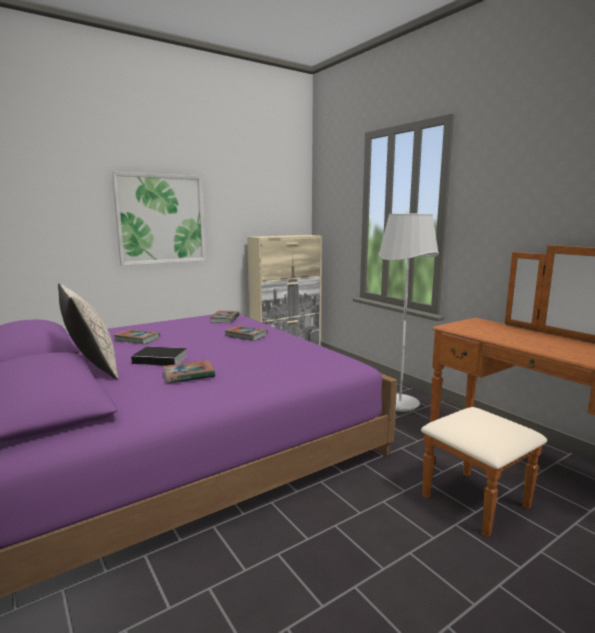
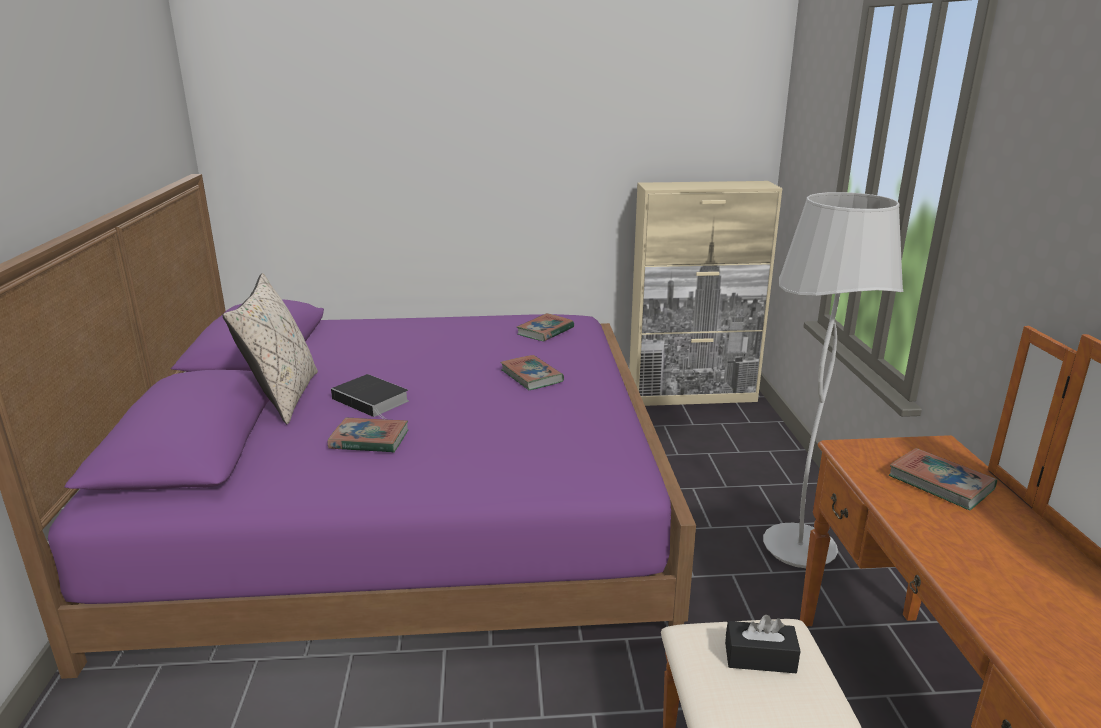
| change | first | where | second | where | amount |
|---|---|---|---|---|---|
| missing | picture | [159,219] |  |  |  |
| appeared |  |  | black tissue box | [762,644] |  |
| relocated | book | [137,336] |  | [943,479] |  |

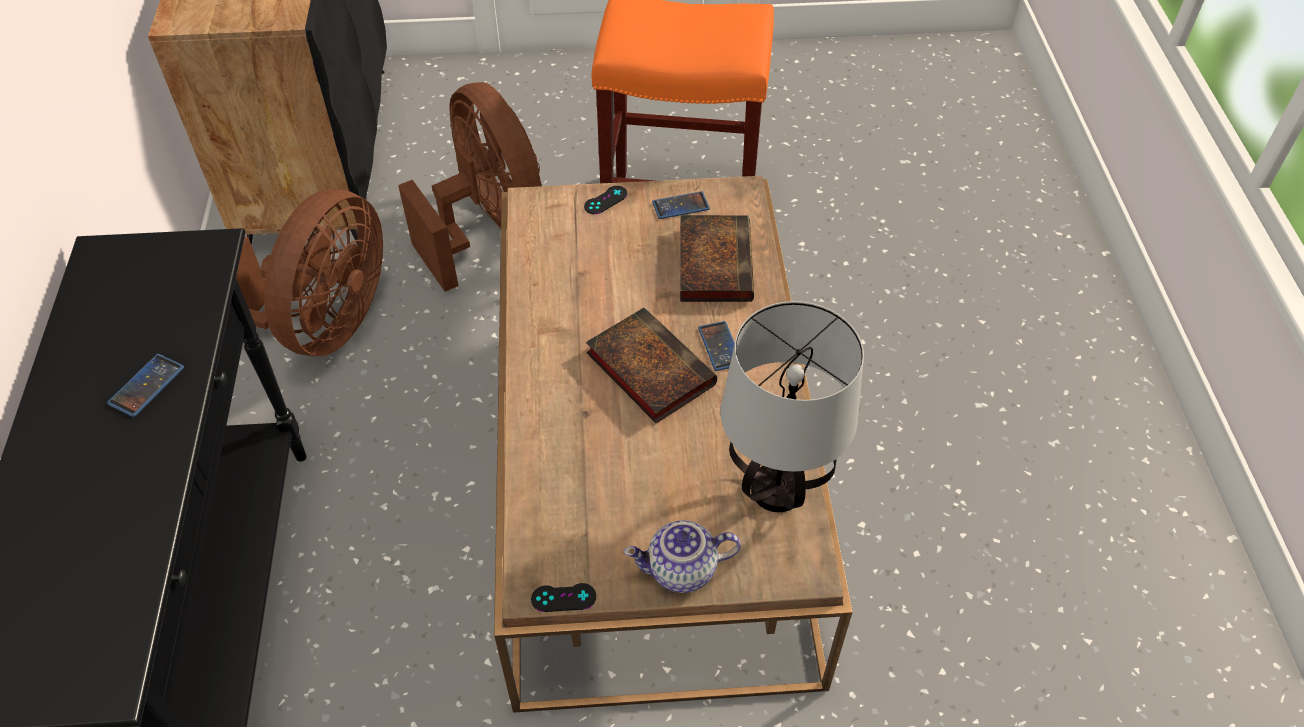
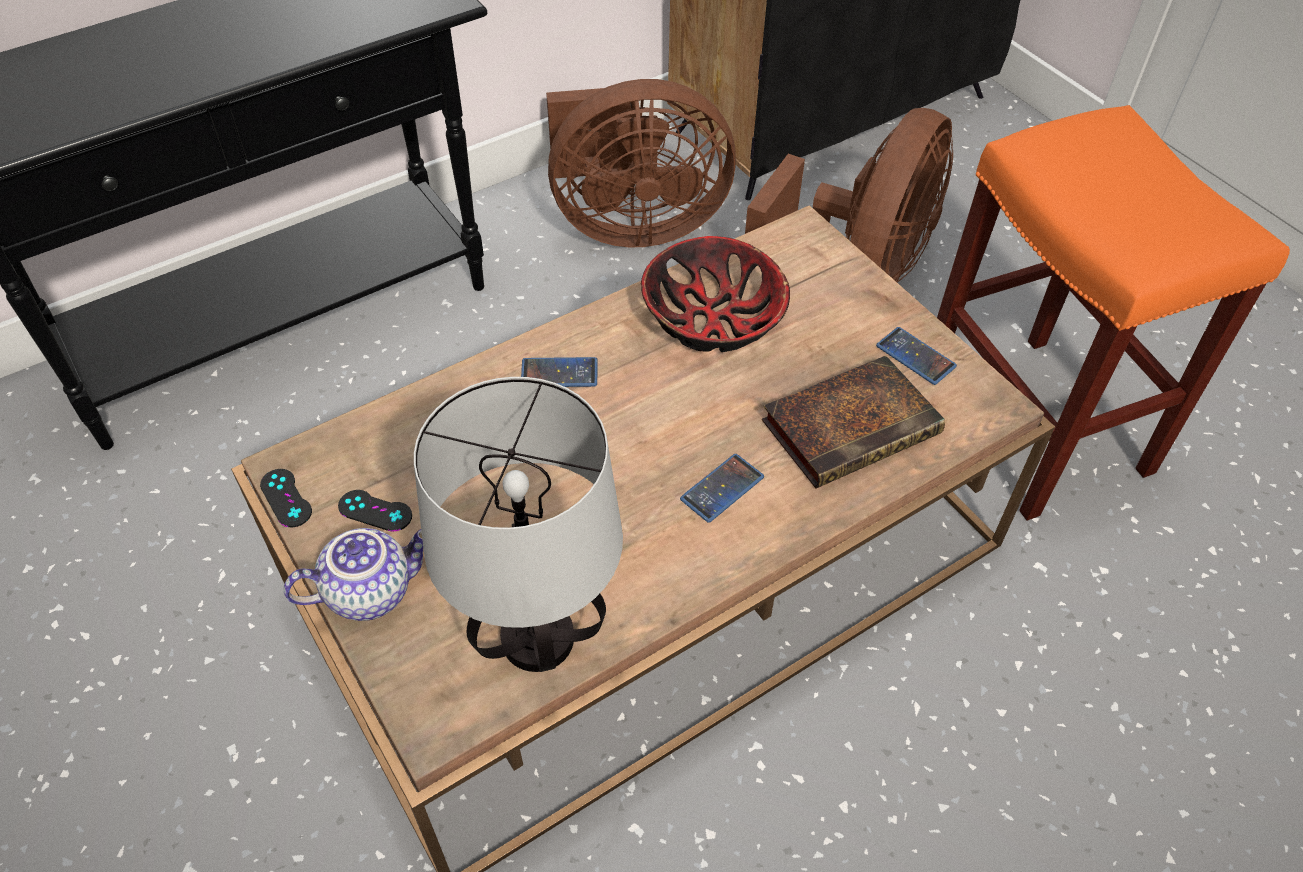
| change | first | where | second | where | amount |
|---|---|---|---|---|---|
| missing | book | [651,365] |  |  |  |
| appeared |  |  | bowl | [715,294] |  |
| relocated | phone | [145,385] |  | [559,372] |  |
| relocated | black game controller | [605,200] |  | [375,511] |  |
| spun | teapot | [682,556] |  | [353,574] | 105 degrees clockwise |

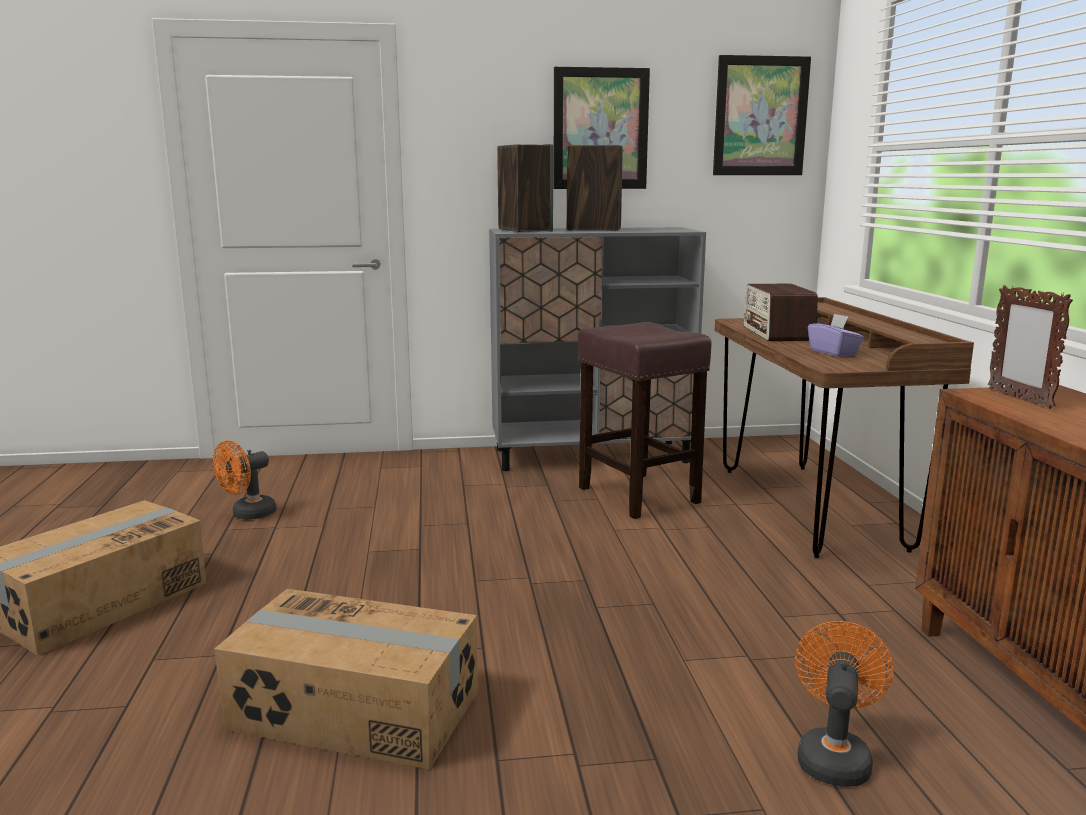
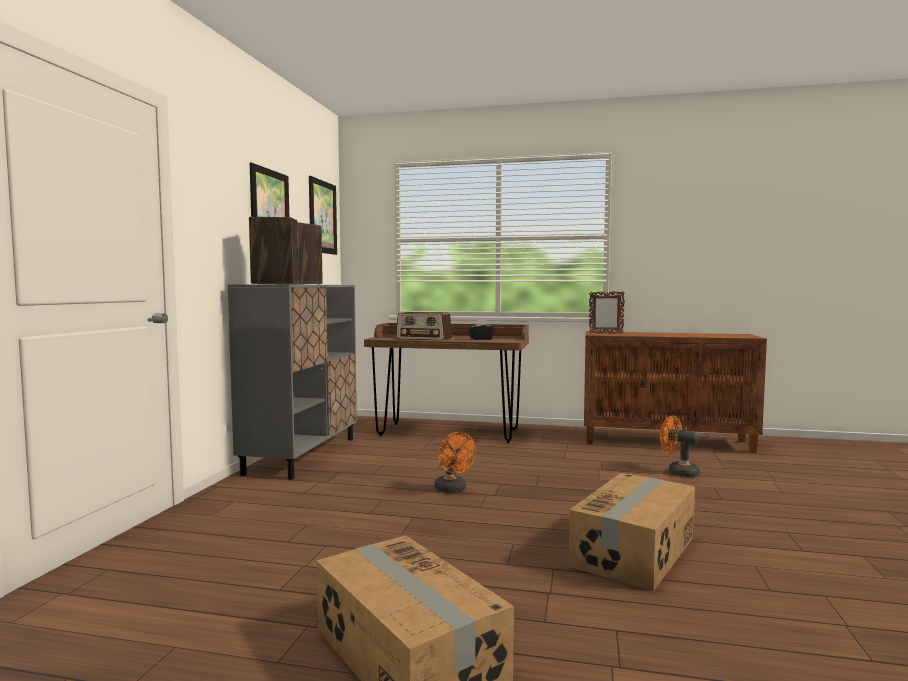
| change | first | where | second | where | amount |
|---|---|---|---|---|---|
| missing | brown stool | [645,420] |  |  |  |
| relocated | orange fan | [245,479] |  | [455,462] |  |
| colour | purple tissue box | [836,335] | black tissue box | [481,329] |  |

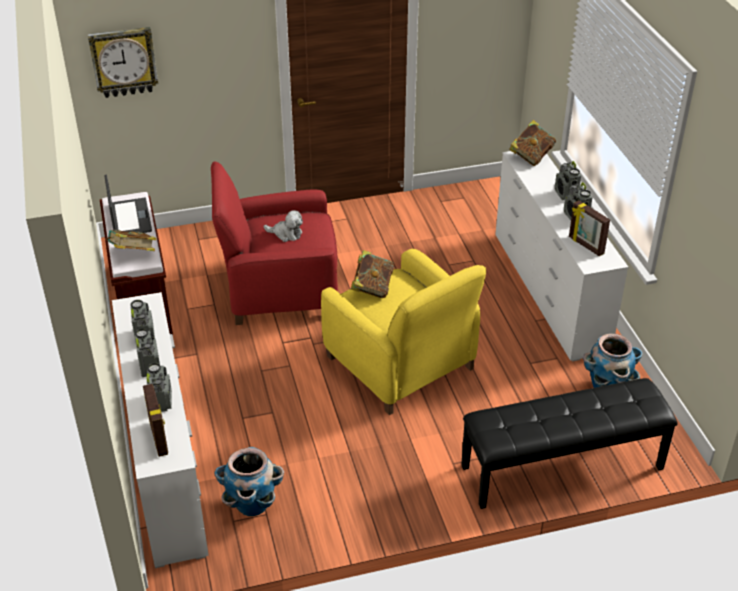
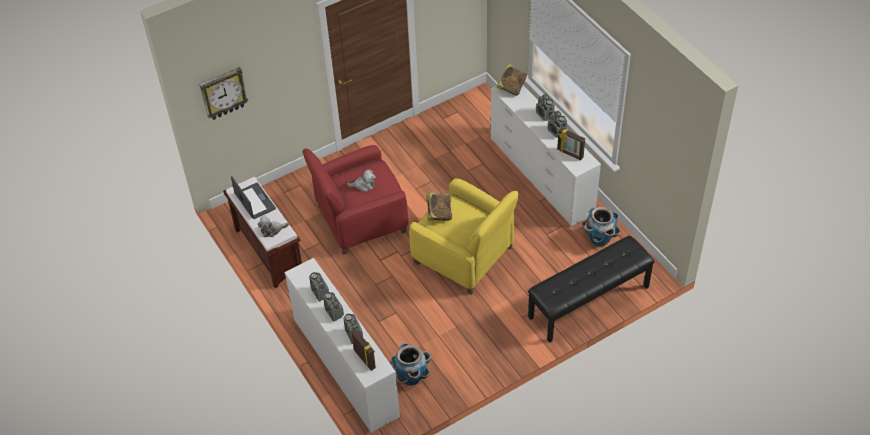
| change | first | where | second | where | amount |
|---|---|---|---|---|---|
| exchanged | book | [131,240] | plush toy | [273,226] |  |

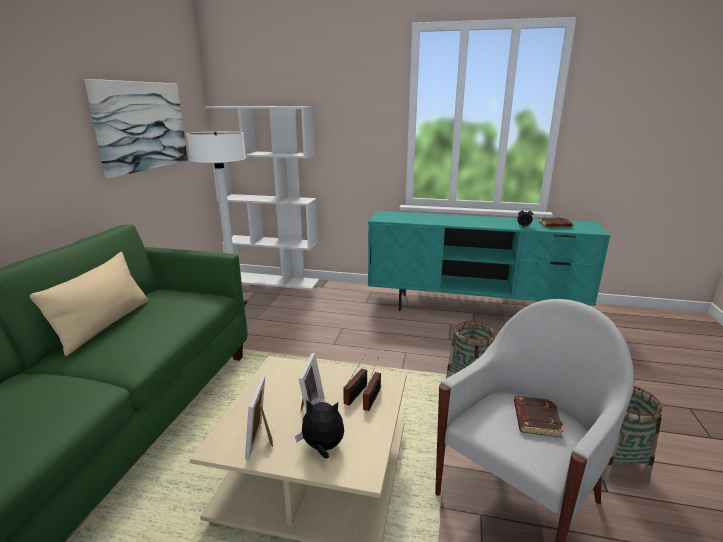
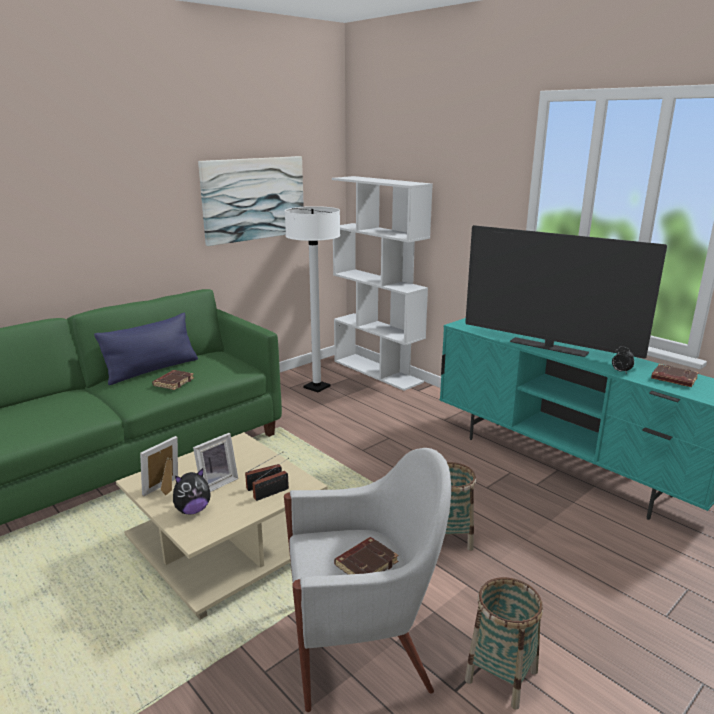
| change | first | where | second | where | amount |
|---|---|---|---|---|---|
| appeared |  |  | brown book | [173,380] |  |
| appeared |  |  | television | [566,292] |  |
| colour | beige pillow | [89,304] | blue pillow | [146,349] |  |
| spun | plush toy | [319,428] |  | [192,491] | 105 degrees clockwise |

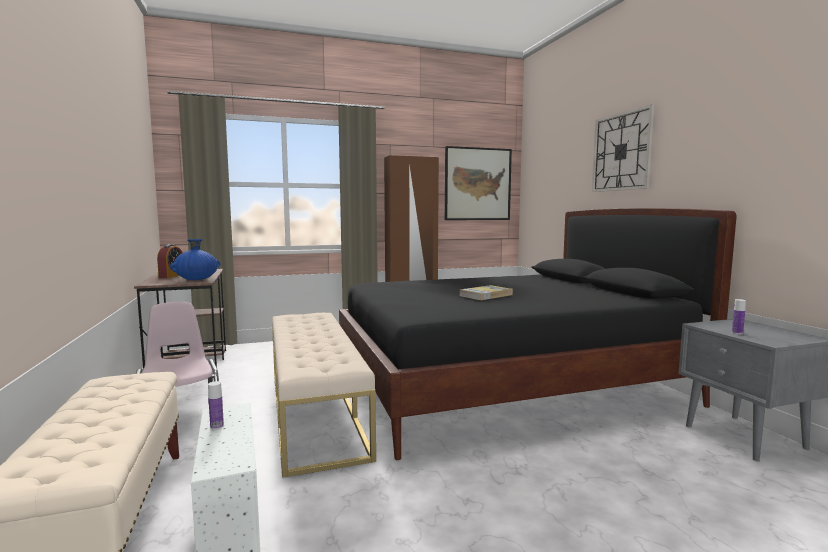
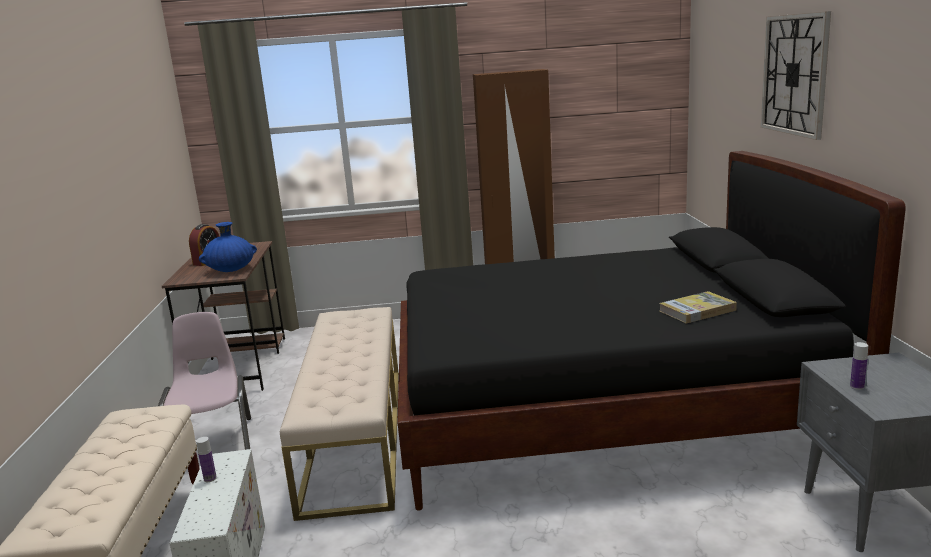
| change | first | where | second | where | amount |
|---|---|---|---|---|---|
| missing | picture | [478,183] |  |  |  |
| relocated | book | [486,292] |  | [698,307] |  |

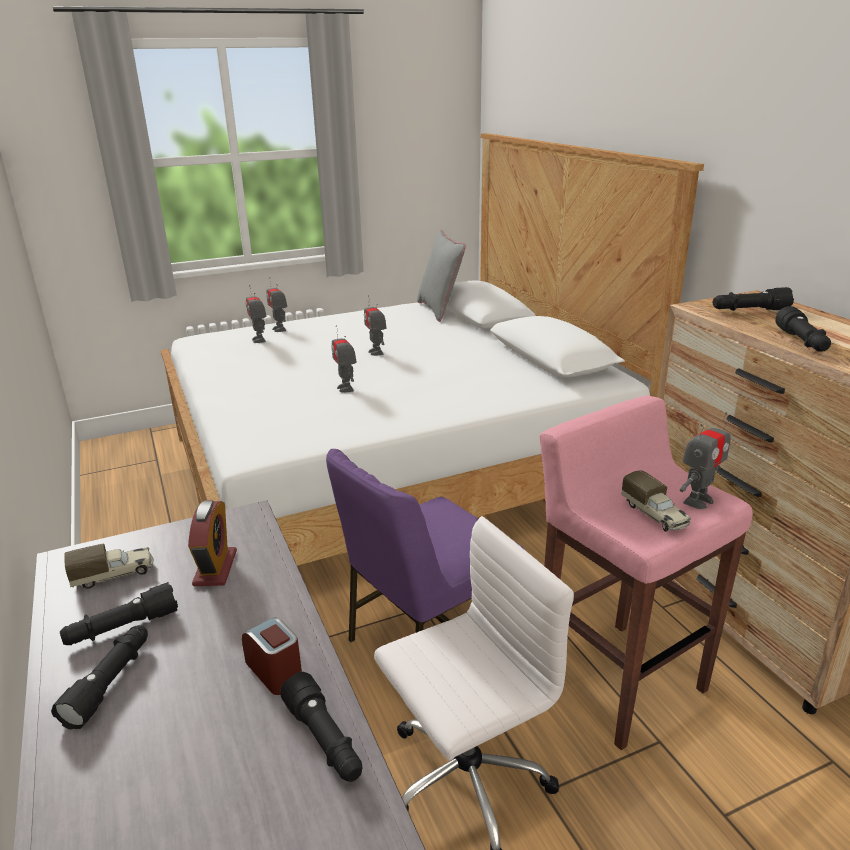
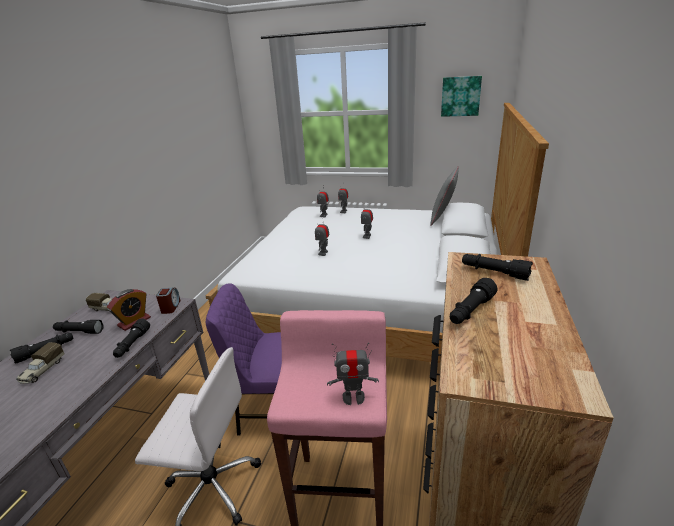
| change | first | where | second | where | amount |
|---|---|---|---|---|---|
| appeared |  |  | picture | [461,96] |  |
| relocated | alarm clock | [272,656] |  | [168,300] |  |
| relocated | black flashlight | [321,727] |  | [131,338] |  |
| relocated | toy truck | [656,500] |  | [40,363] |  |

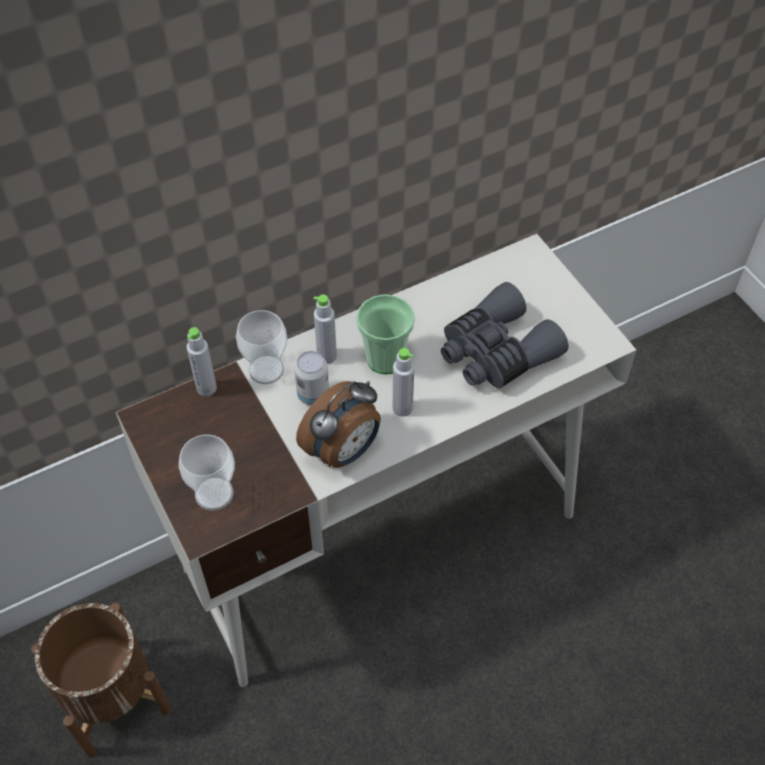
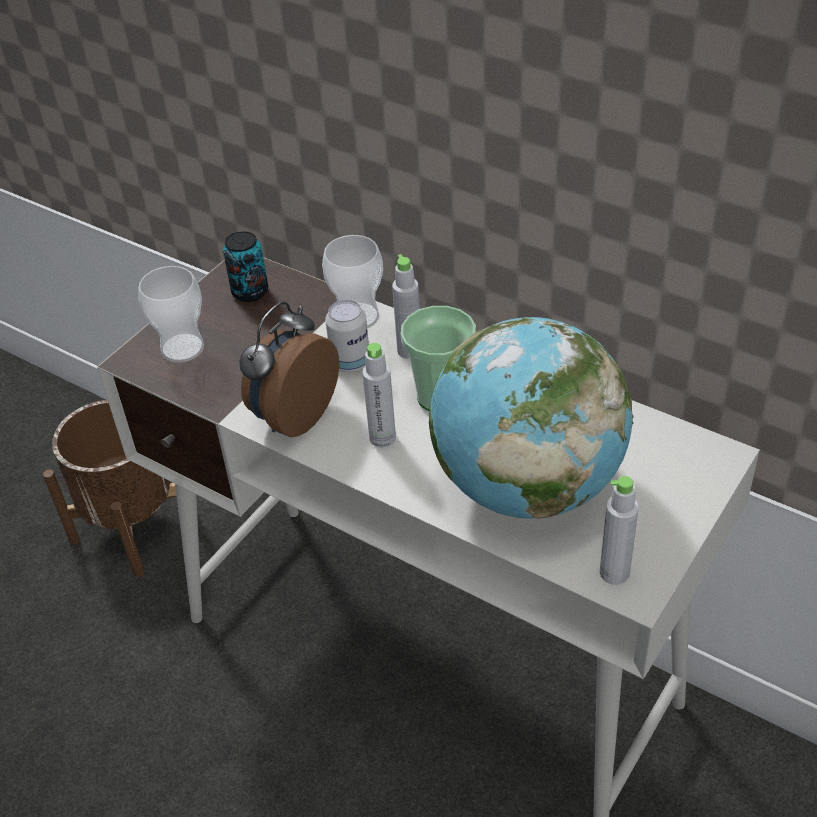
| change | first | where | second | where | amount |
|---|---|---|---|---|---|
| appeared |  |  | can | [245,266] |  |
| relocated | grey bottle | [202,361] |  | [619,530] |  |
| exchanged | grey binoculars | [505,335] | globe | [531,418] |  |
| spun | alarm clock | [338,424] |  | [289,369] | 105 degrees clockwise |

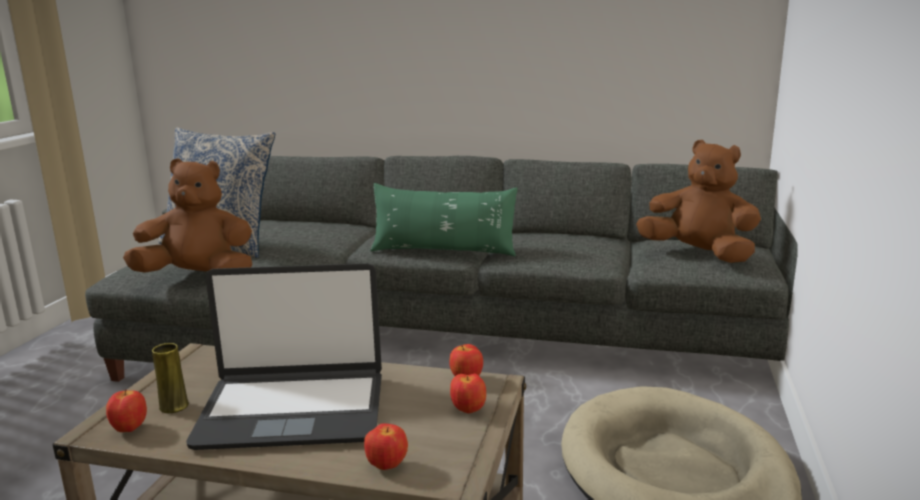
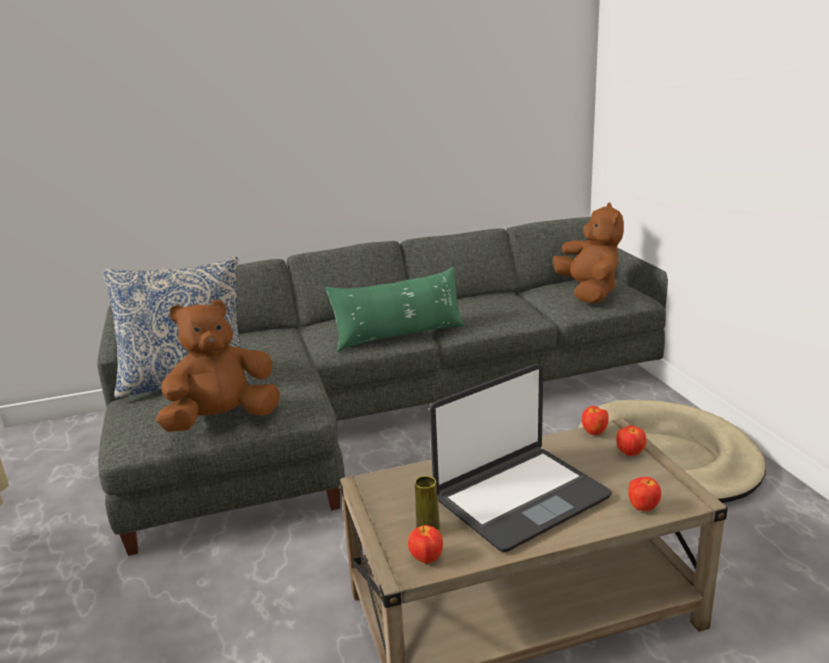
| change | first | where | second | where | amount |
|---|---|---|---|---|---|
| spun | brown plush toy | [698,201] |  | [588,253] | 75 degrees clockwise |

